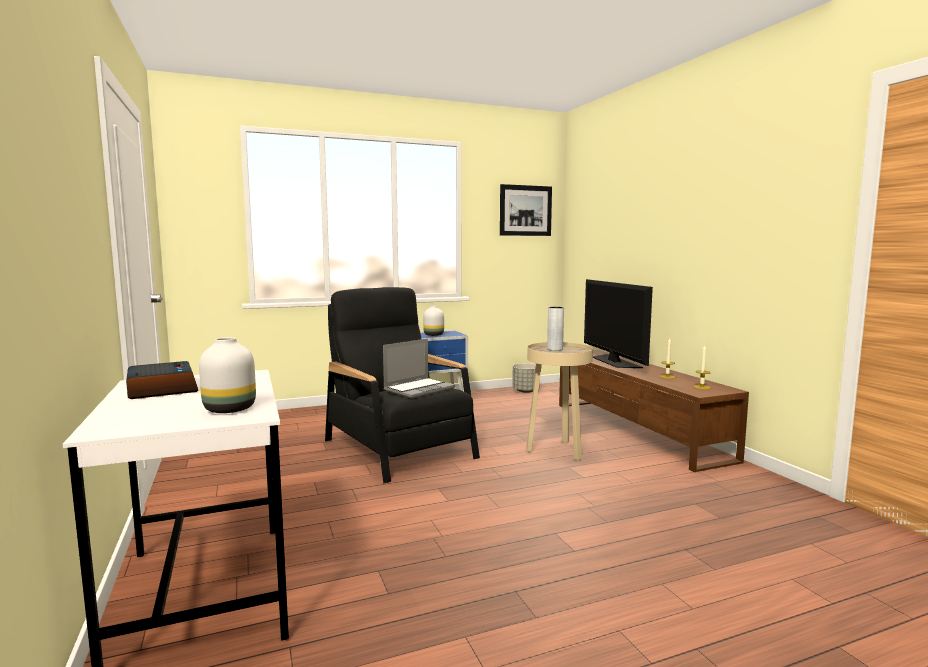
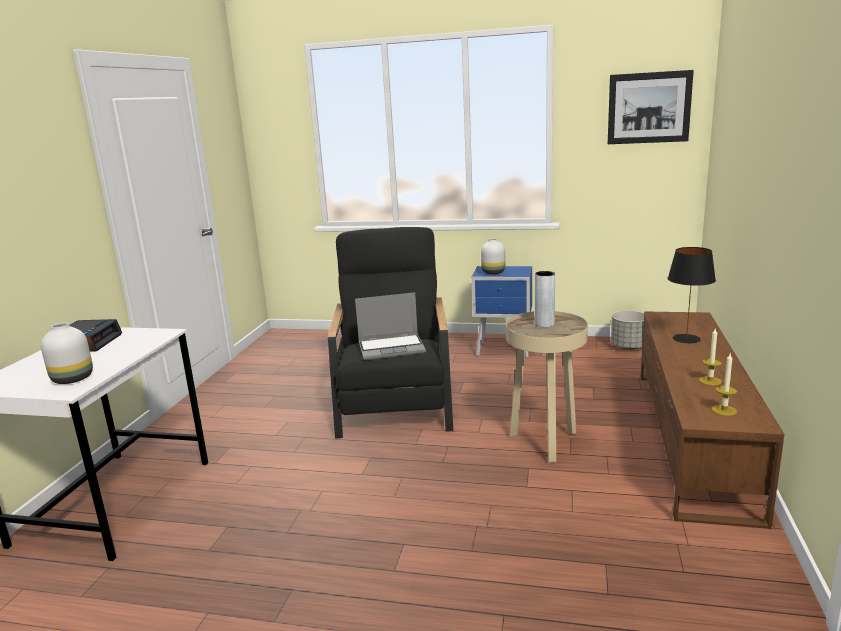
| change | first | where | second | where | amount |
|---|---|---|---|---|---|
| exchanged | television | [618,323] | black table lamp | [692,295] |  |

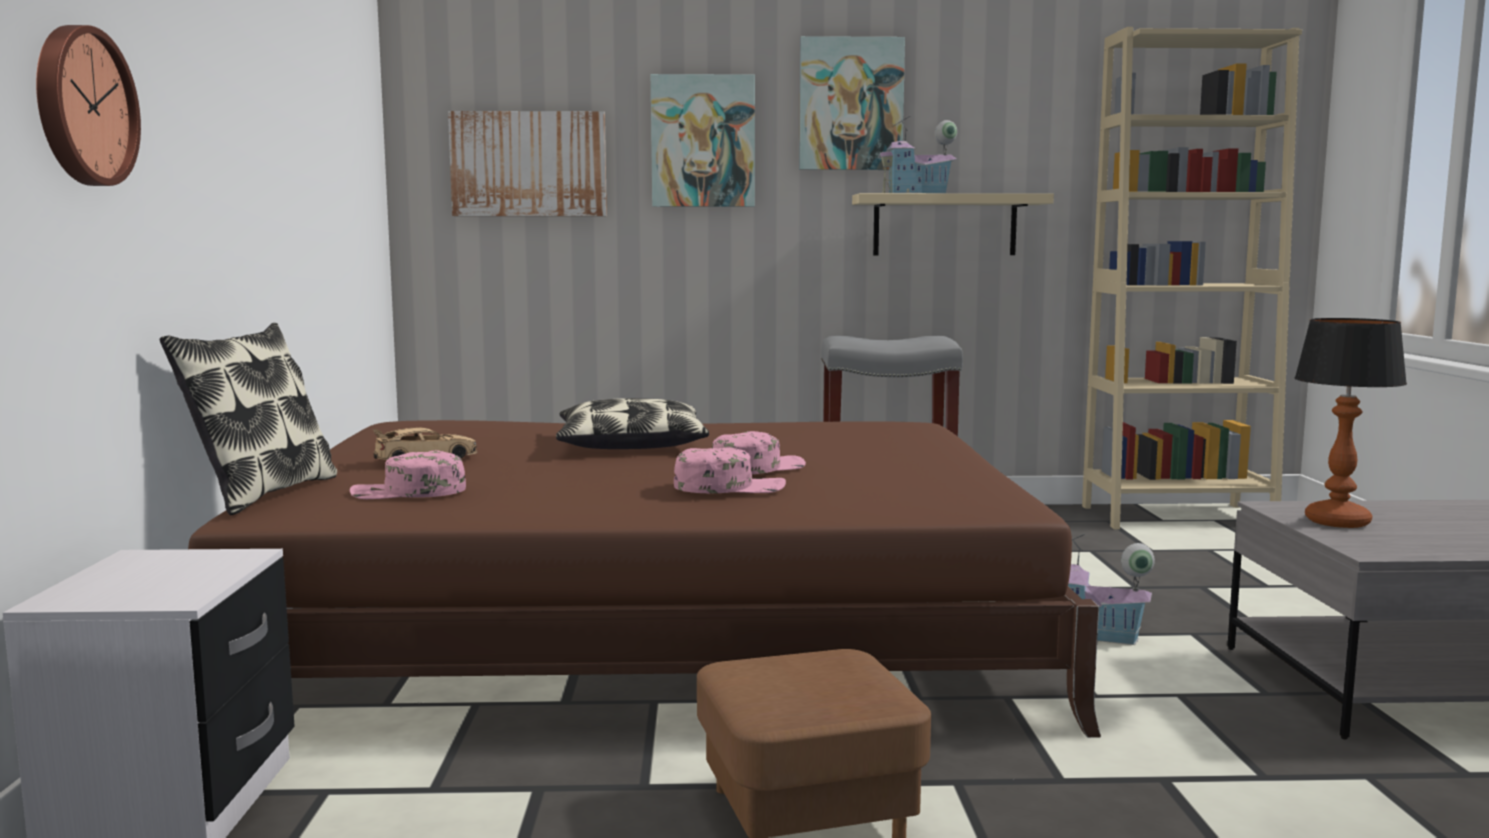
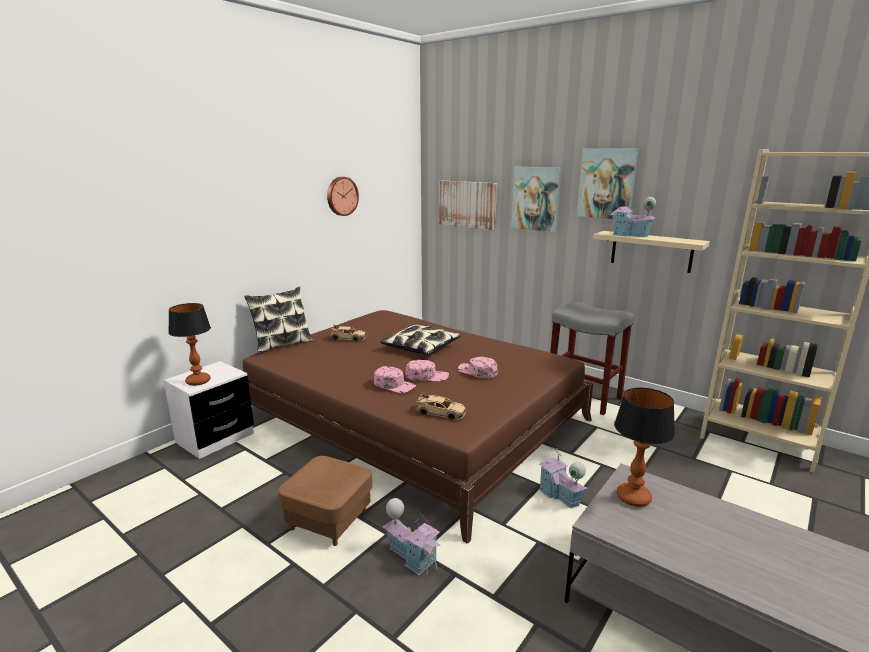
| change | first | where | second | where | amount |
|---|---|---|---|---|---|
| appeared |  |  | table lamp | [189,344] |  |
| appeared |  |  | toy house | [411,536] |  |
| appeared |  |  | beige toy car | [441,406] |  |
| relocated | wall clock | [88,105] |  | [343,196] |  |
| relocated | pink cap | [408,474] |  | [478,367] |  |

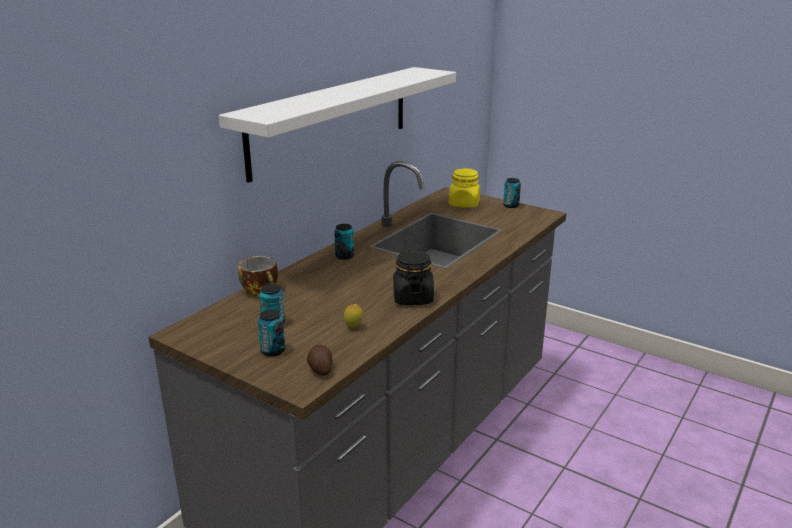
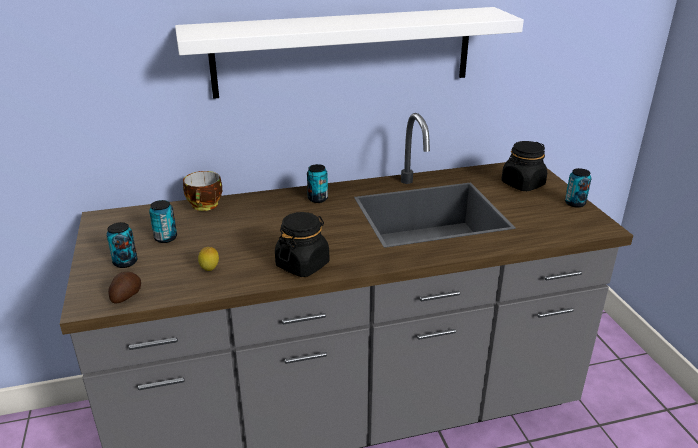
| change | first | where | second | where | amount |
|---|---|---|---|---|---|
| colour | yellow jar | [464,188] | black jar | [524,166] |  |

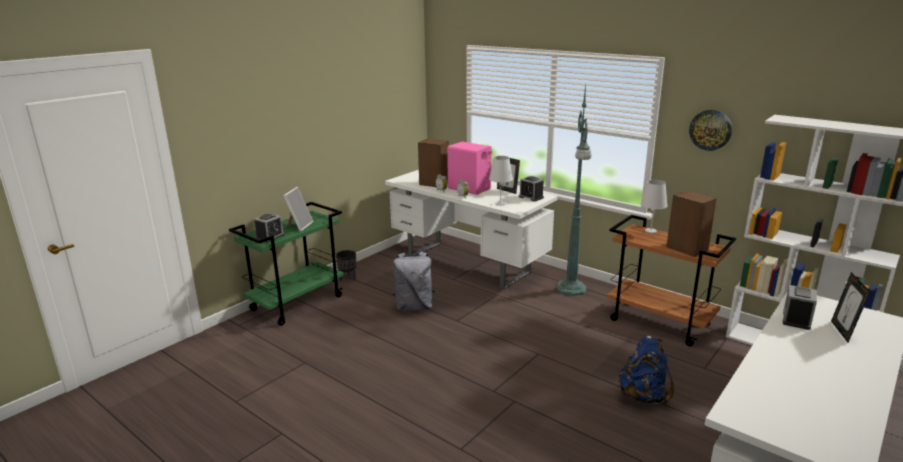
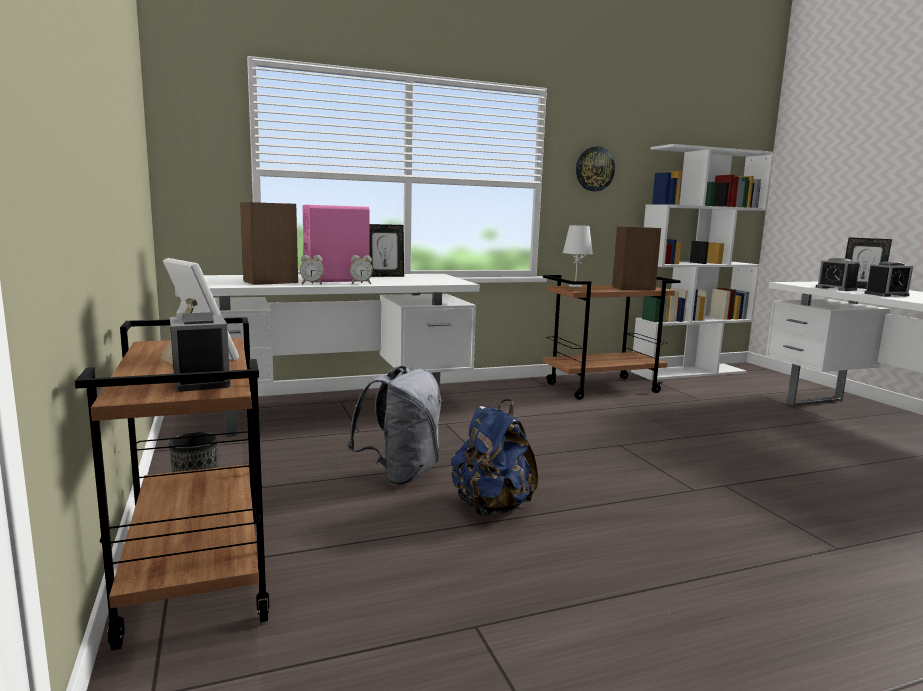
| change | first | where | second | where | amount |
|---|---|---|---|---|---|
| missing | white table lamp | [501,180] |  |  |  |
| missing | green floor lamp | [574,190] |  |  |  |
| relocated | alarm clock | [531,189] |  | [888,279] |  |
| relocated | blue backpack | [646,370] |  | [494,457] |  |
| colour | green cart | [286,264] | brown cart | [172,483] |  |

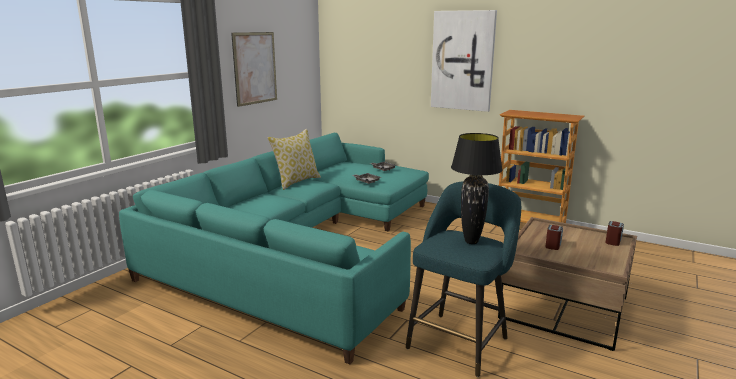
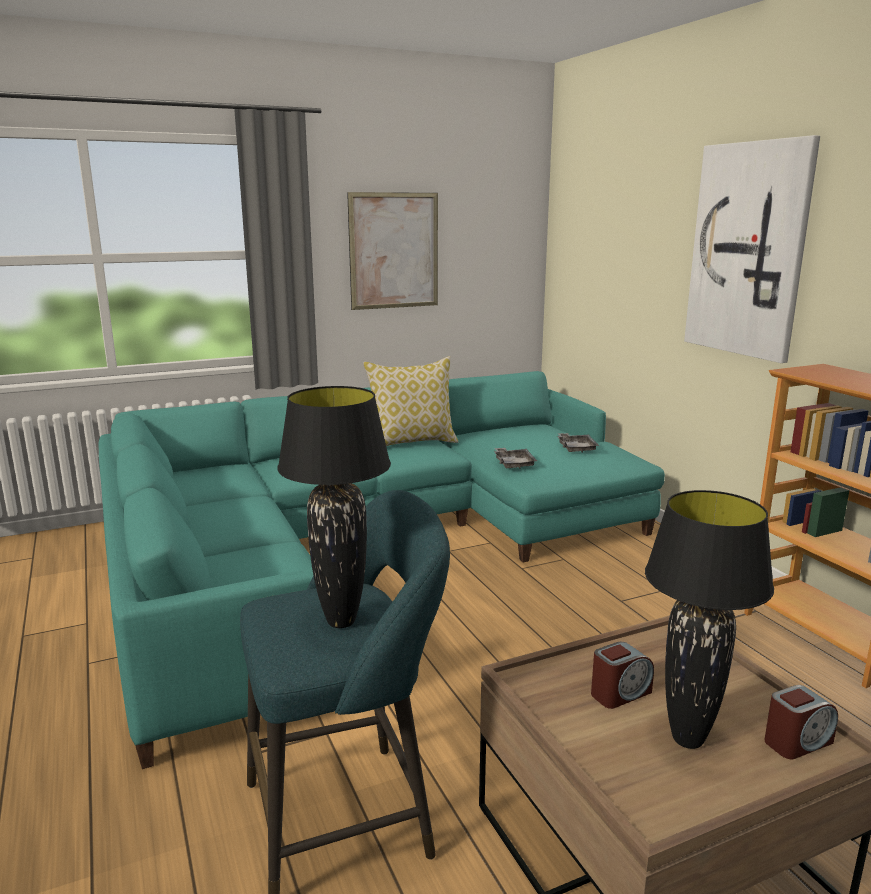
| change | first | where | second | where | amount |
|---|---|---|---|---|---|
| appeared |  |  | black table lamp | [709,619] |  |

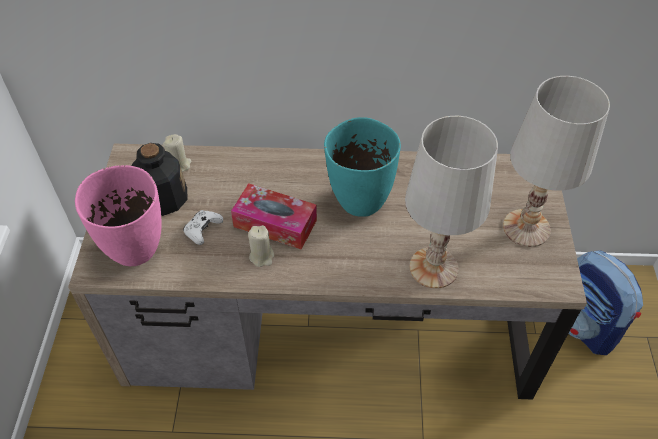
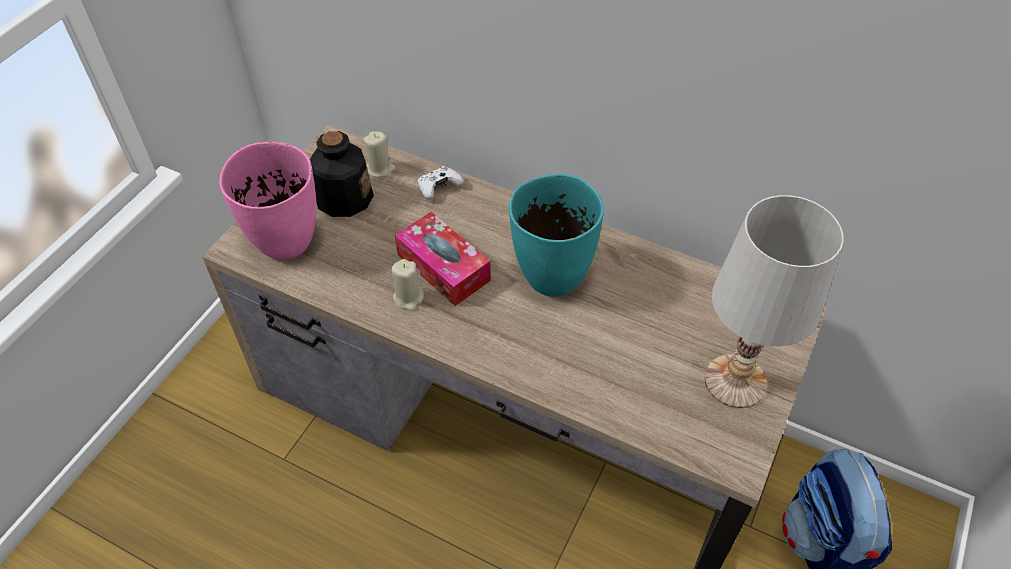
| change | first | where | second | where | amount |
|---|---|---|---|---|---|
| missing | white table lamp | [451,202] |  |  |  |
| relocated | white game controller | [203,227] |  | [441,183] |  |

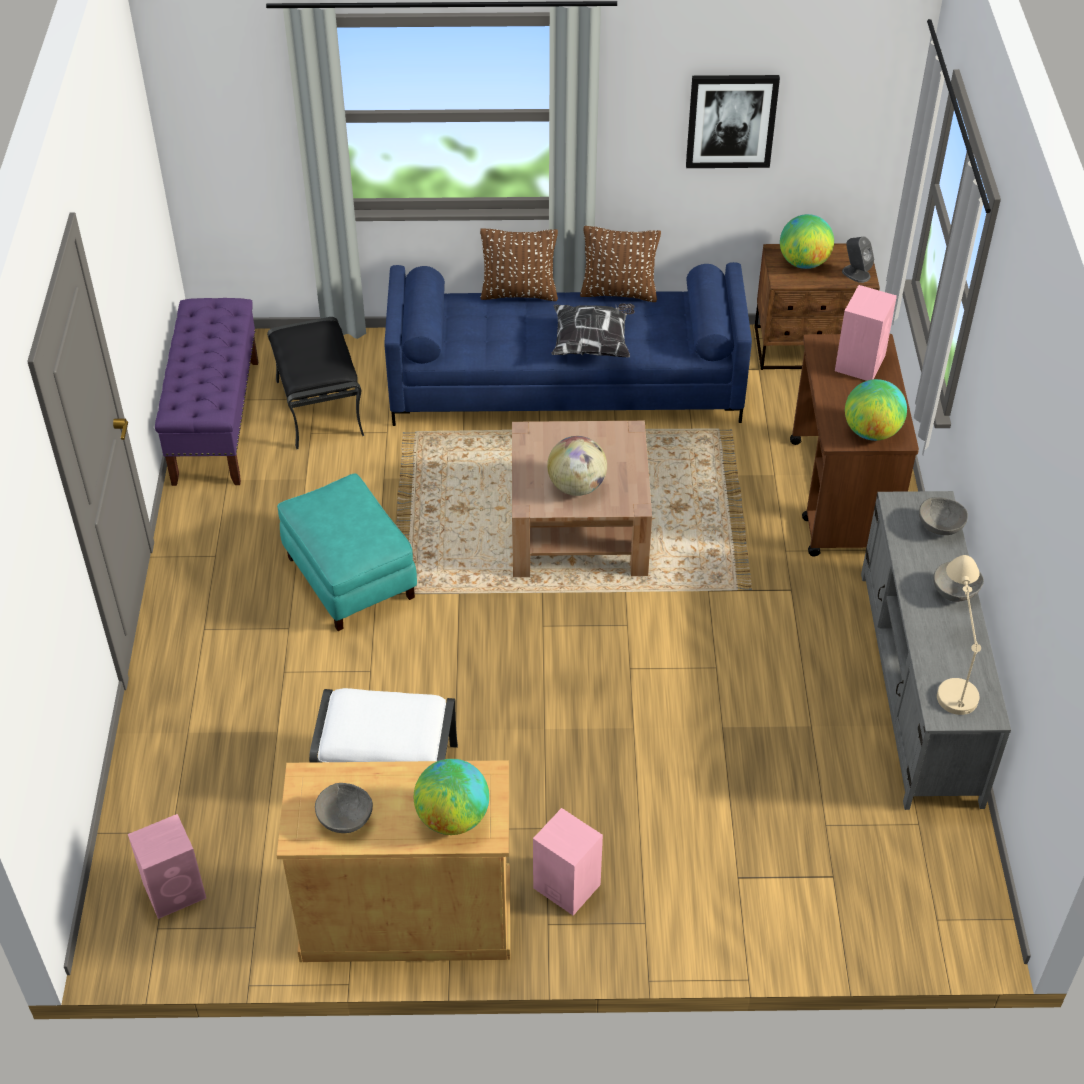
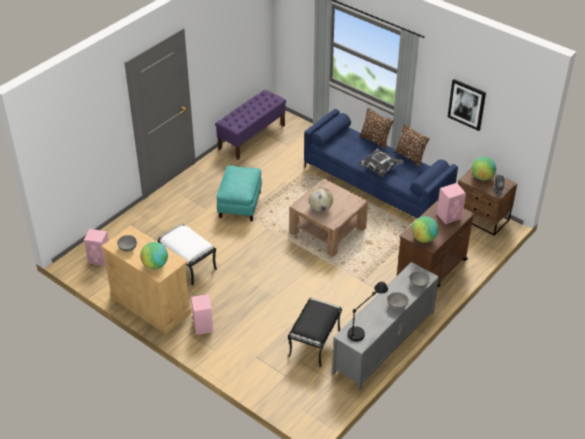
| change | first | where | second | where | amount |
|---|---|---|---|---|---|
| relocated | black ottoman | [315,383] |  | [315,333] |  |
| colour | beige table lamp | [959,635] | black table lamp | [368,311] |  |

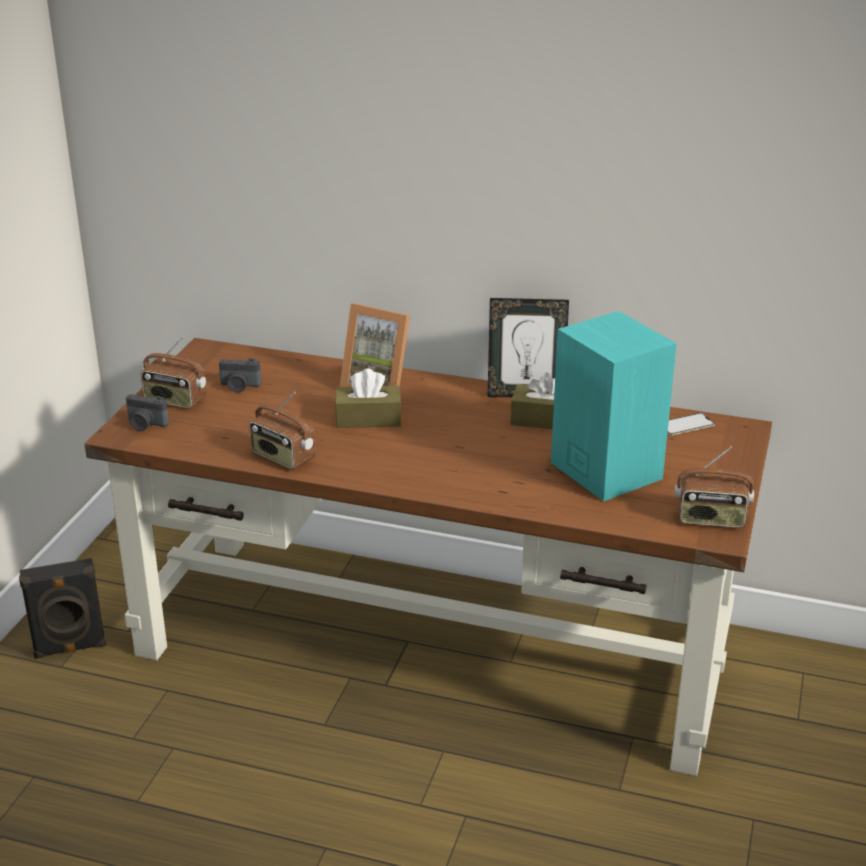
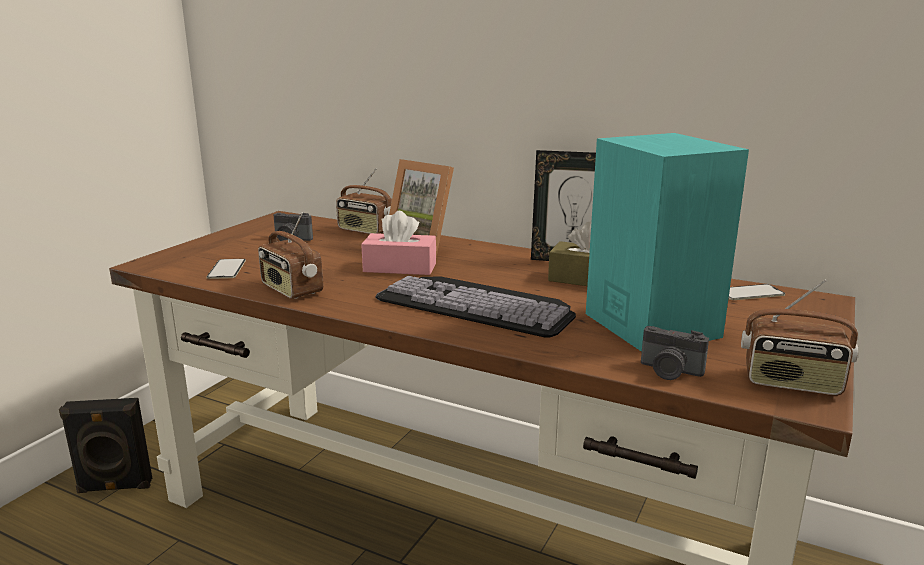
| change | first | where | second | where | amount |
|---|---|---|---|---|---|
| appeared |  |  | phone | [226,269] |  |
| appeared |  |  | keyboard | [476,307] |  |
| relocated | photo camera | [147,412] |  | [675,353] |  |
| relocated | radio | [173,372] |  | [364,201] |  |
| colour | brown tissue box | [368,398] | pink tissue box | [398,243] |  |

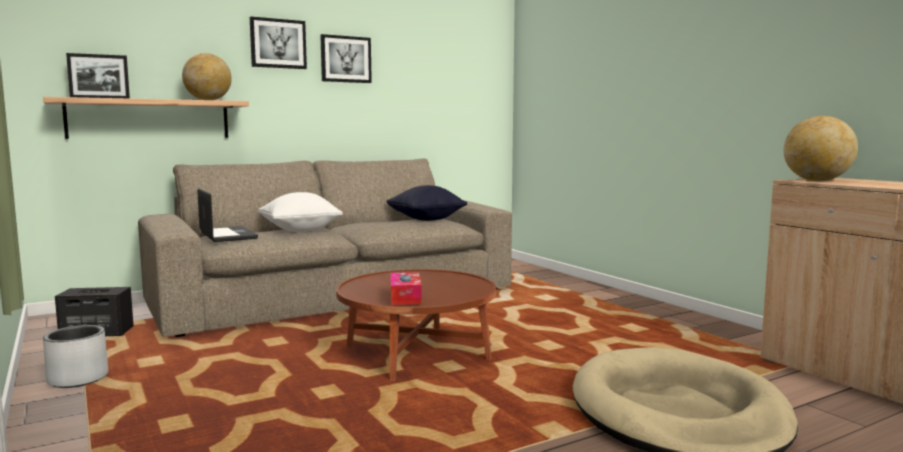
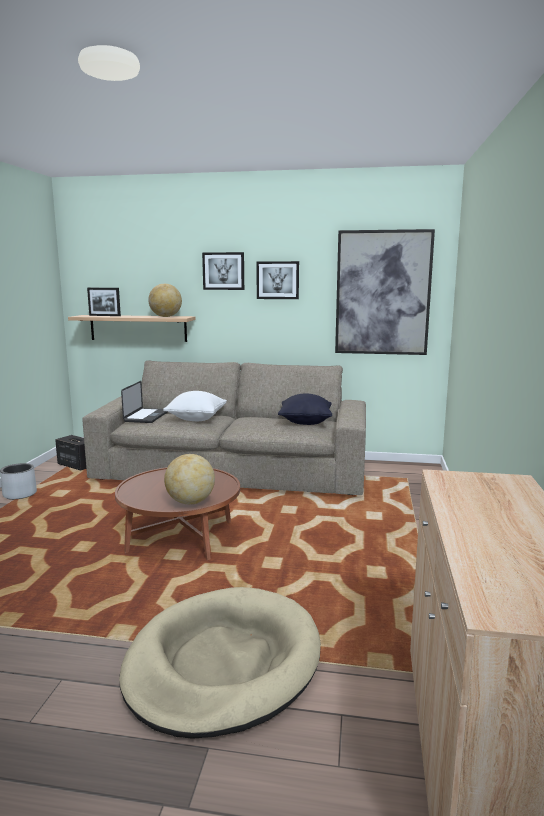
| change | first | where | second | where | amount |
|---|---|---|---|---|---|
| missing | tissue box | [406,288] |  |  |  |
| appeared |  |  | picture | [385,292] |  |
| relocated | globe | [821,148] |  | [189,479] |  |

